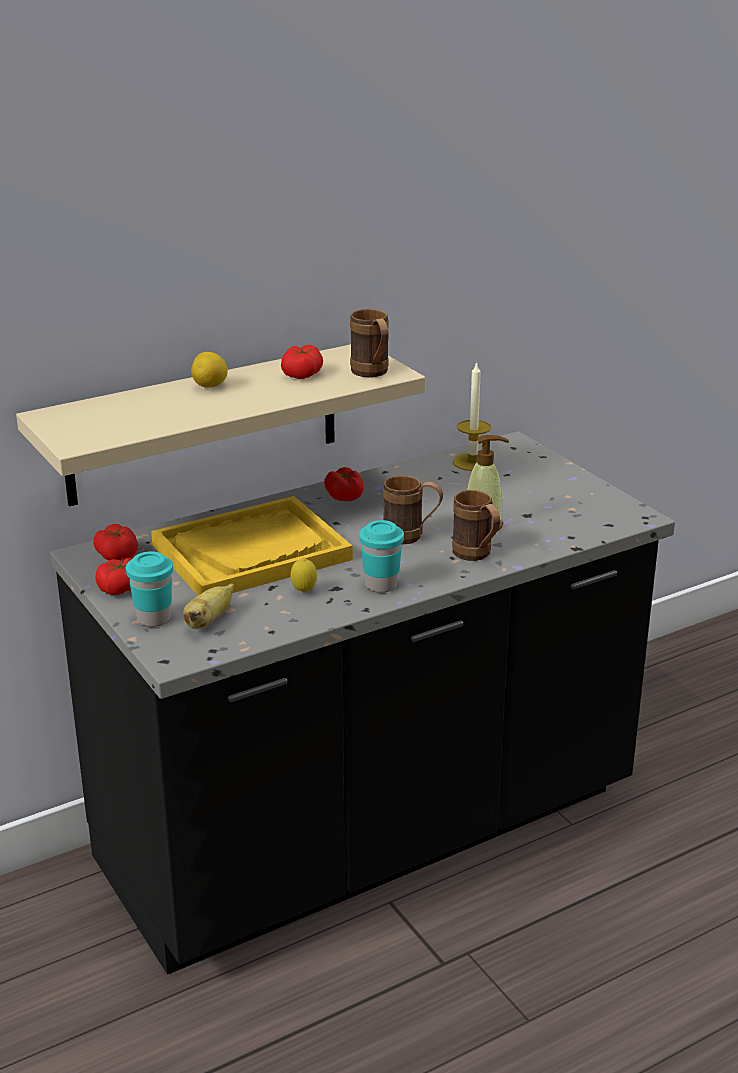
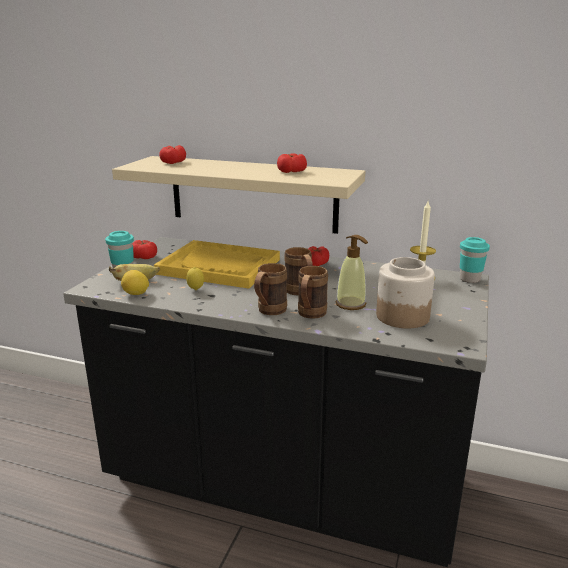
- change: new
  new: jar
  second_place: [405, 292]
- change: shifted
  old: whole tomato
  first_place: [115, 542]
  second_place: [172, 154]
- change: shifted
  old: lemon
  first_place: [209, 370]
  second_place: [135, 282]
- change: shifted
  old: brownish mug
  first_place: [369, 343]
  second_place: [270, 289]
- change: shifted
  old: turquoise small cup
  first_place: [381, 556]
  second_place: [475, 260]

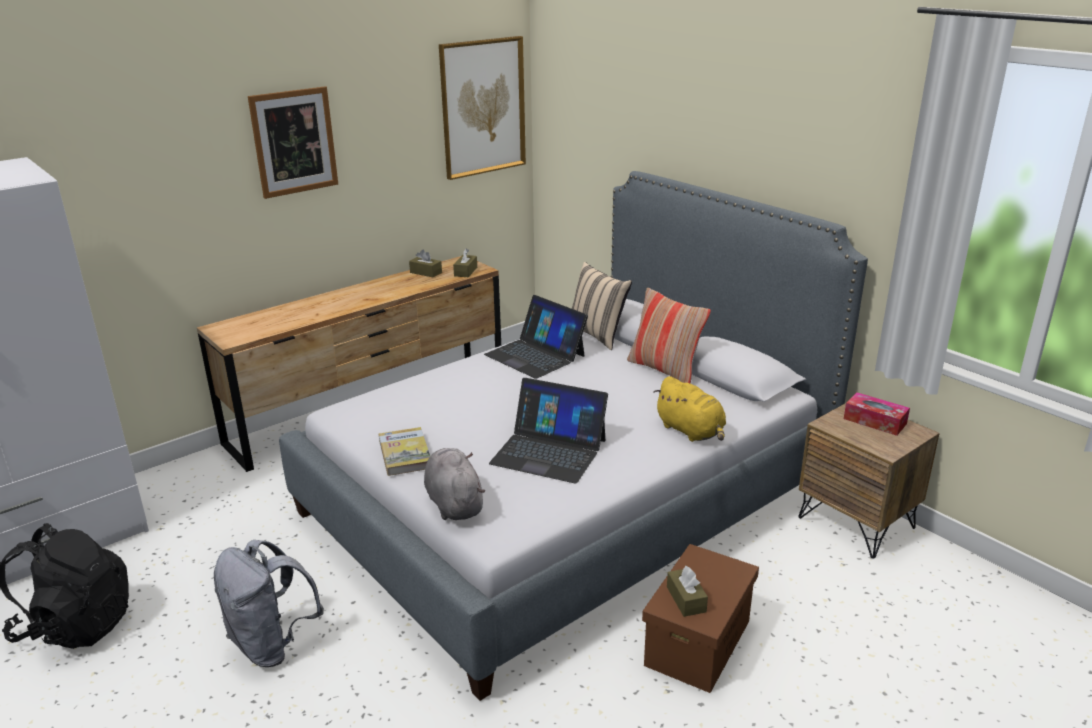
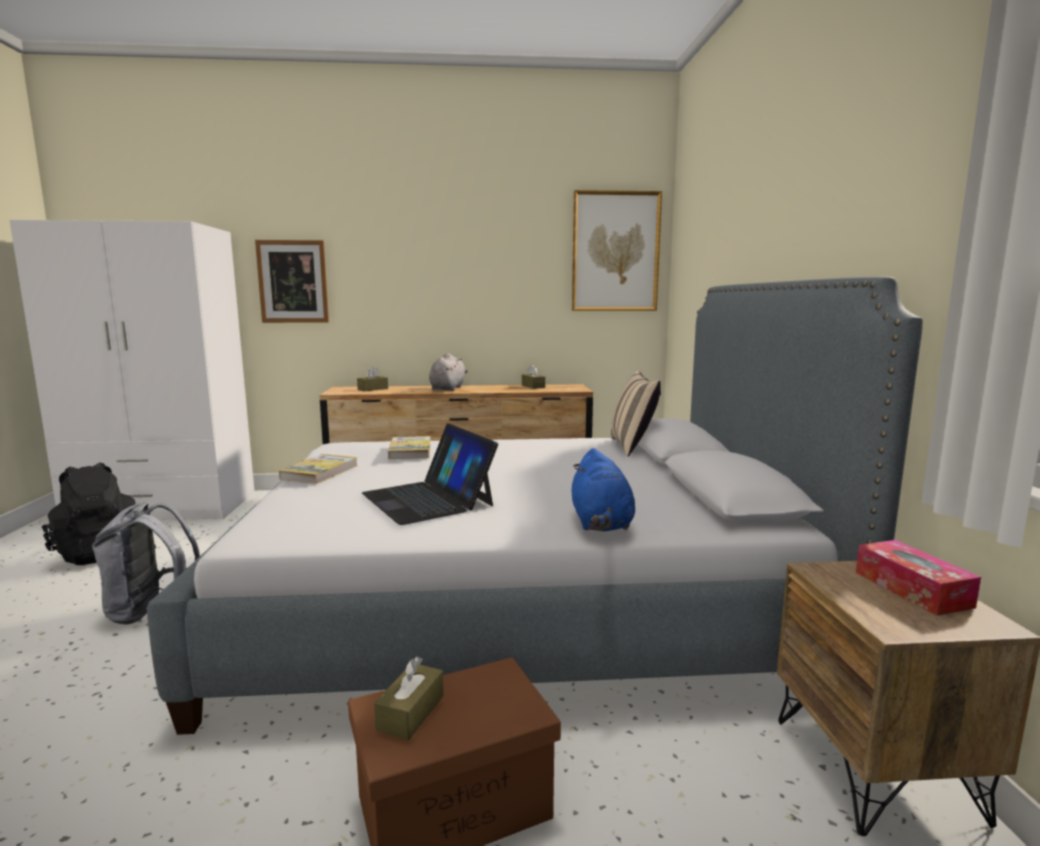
- change: gone
  old: notebook computer
  first_place: [536, 337]
- change: gone
  old: pillow
  first_place: [669, 336]
- change: new
  new: book
  second_place: [409, 447]
- change: shifted
  old: wall picture
  first_place: [293, 142]
  second_place: [292, 281]
- change: shifted
  old: greyish cuddly toy
  first_place: [454, 484]
  second_place: [448, 372]
- change: shifted
  old: brownish tissue holder
  first_place: [465, 263]
  second_place: [372, 379]
- change: repainted
  old: yellow-coloured cuddly toy
  new: blue cuddly toy
  first_place: [690, 409]
  second_place: [603, 489]

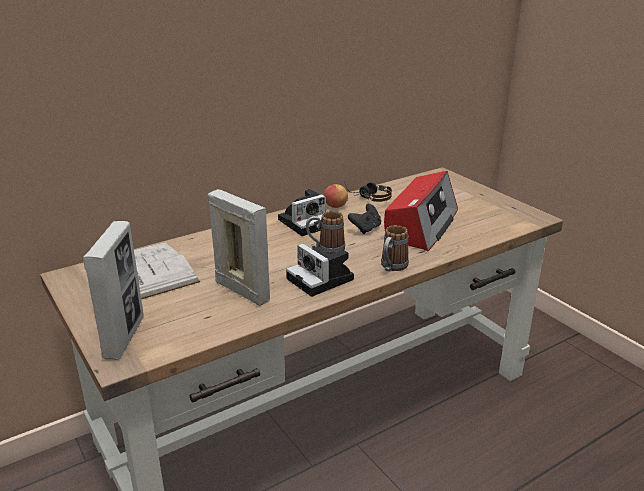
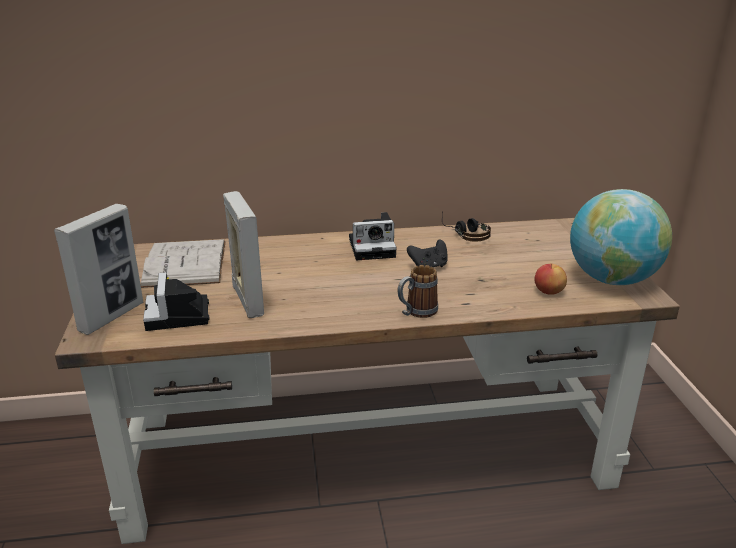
- change: gone
  old: mug
  first_place: [325, 232]
- change: gone
  old: radio
  first_place: [421, 211]
- change: new
  new: world globe
  second_place: [621, 237]
- change: shifted
  old: photo camera
  first_place: [320, 270]
  second_place: [176, 301]
- change: shifted
  old: apple
  first_place: [336, 196]
  second_place: [550, 279]

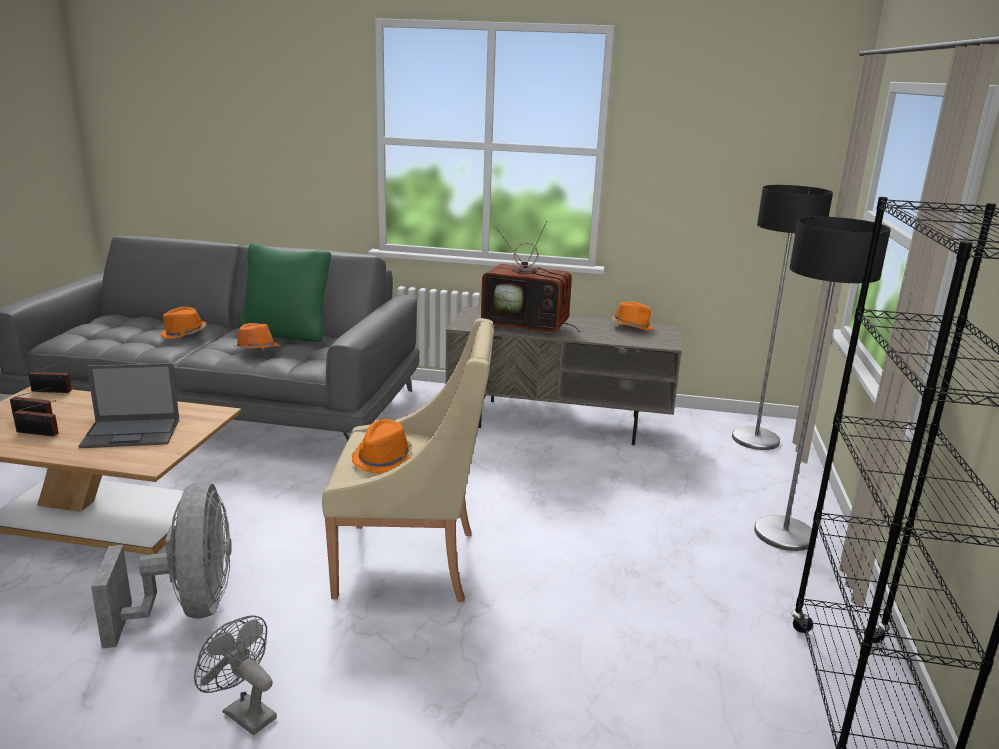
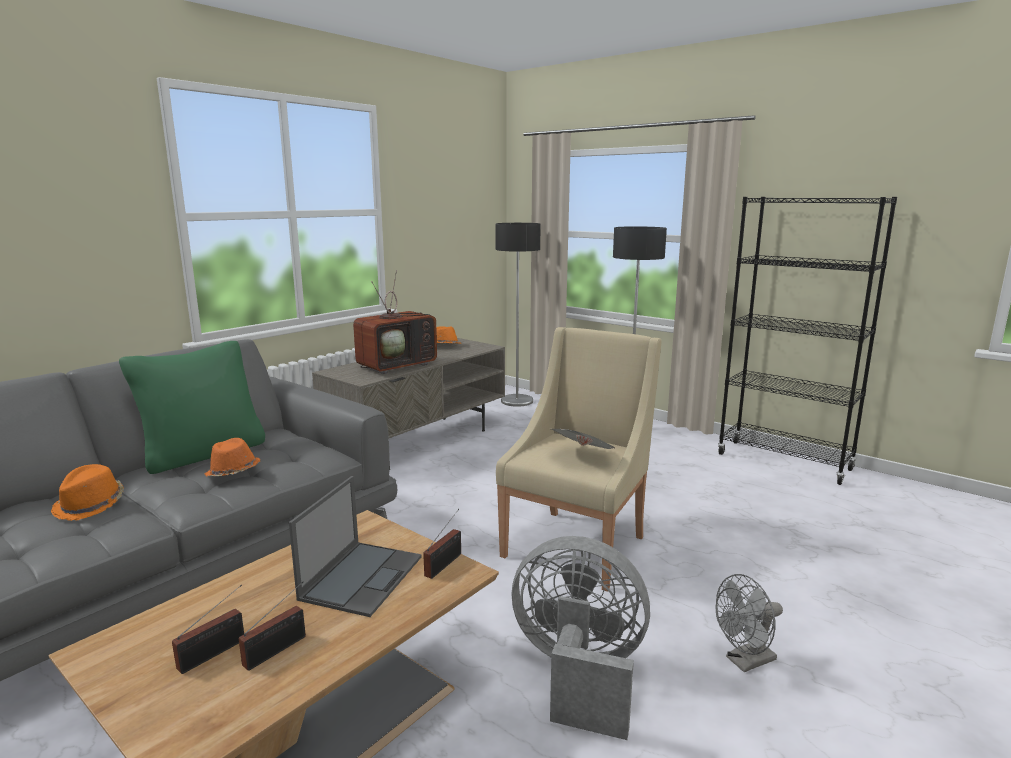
- change: shifted
  old: radio
  first_place: [50, 376]
  second_place: [442, 544]
- change: swapped
  old: orange-coloured wearable hat
  new: daily paper
  first_place: [382, 446]
  second_place: [583, 439]

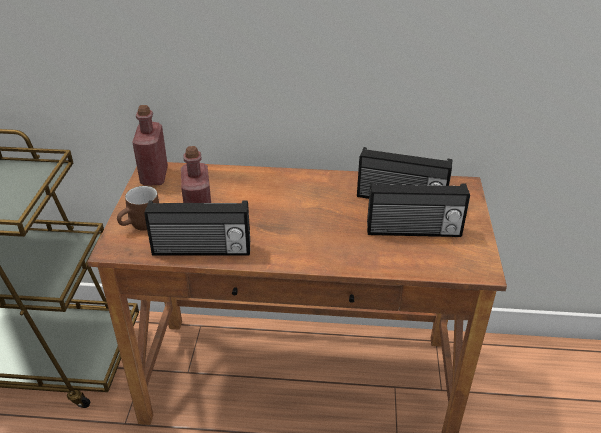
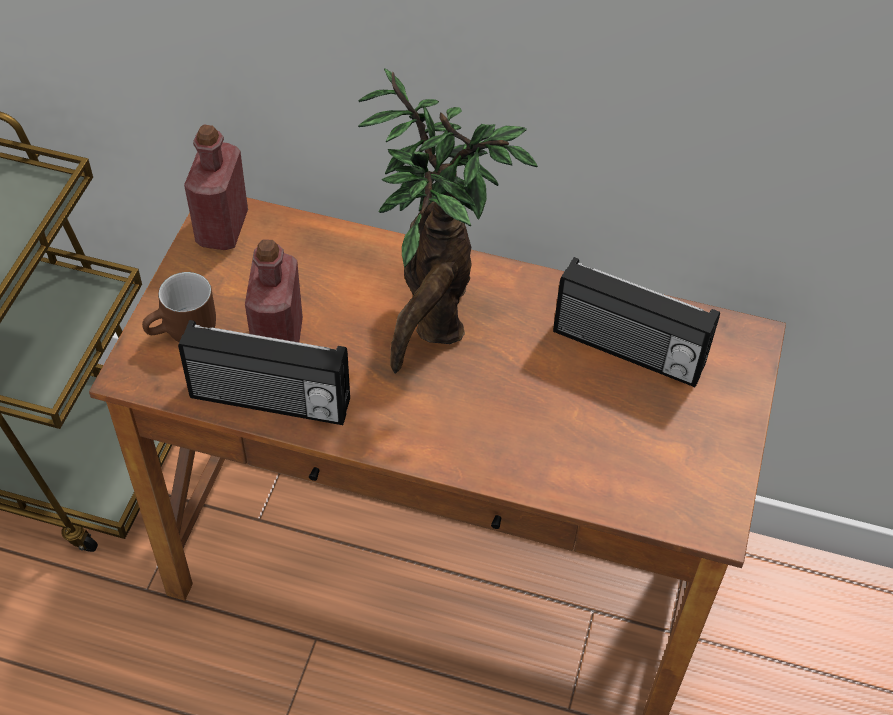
- change: gone
  old: radio
  first_place: [418, 209]
- change: new
  new: potted plant
  second_place: [448, 221]

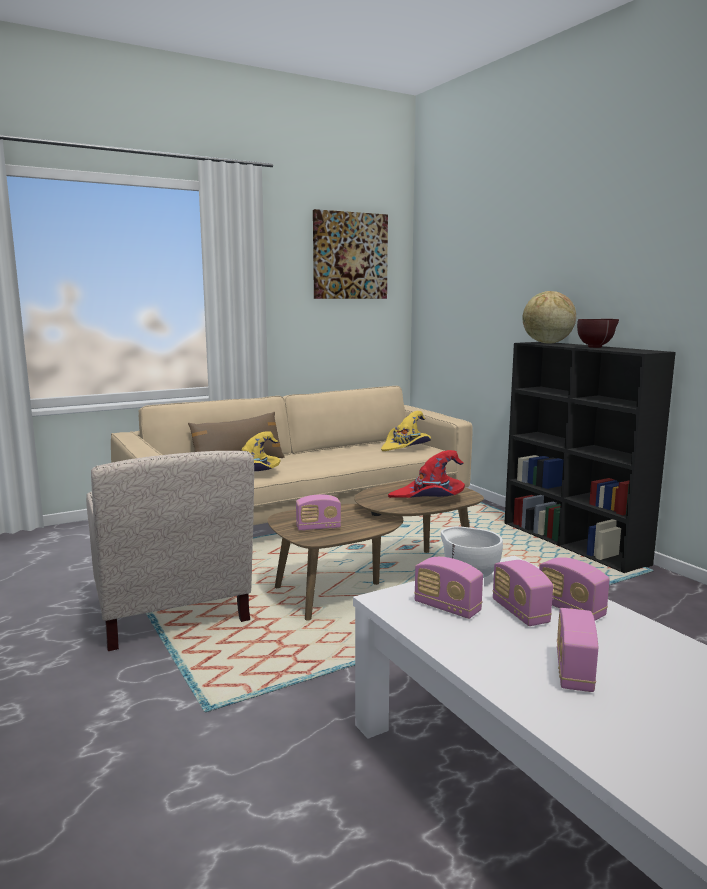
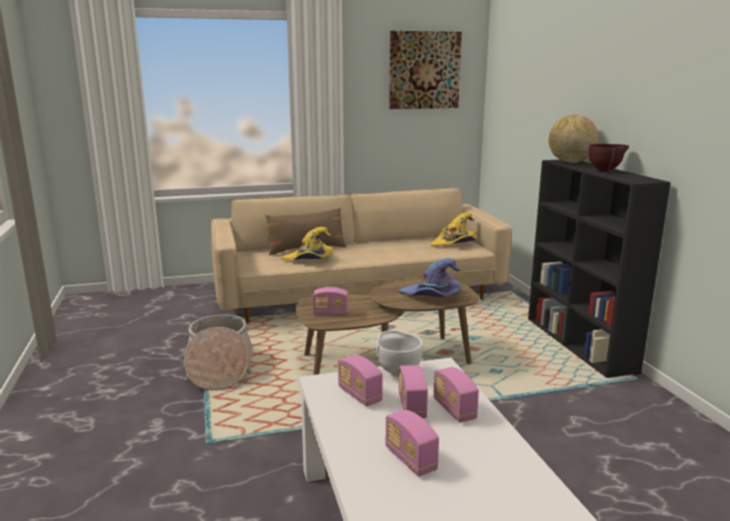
- change: swapped
  old: beige-coloured easy chair
  new: basket
  first_place: [170, 551]
  second_place: [218, 352]
- change: repainted
  old: reddish wearable hat
  new: purplish wearable hat
  first_place: [426, 474]
  second_place: [430, 277]
- change: rotated
  old: radio
  first_place: [577, 650]
  second_place: [412, 443]
  degrees: -60

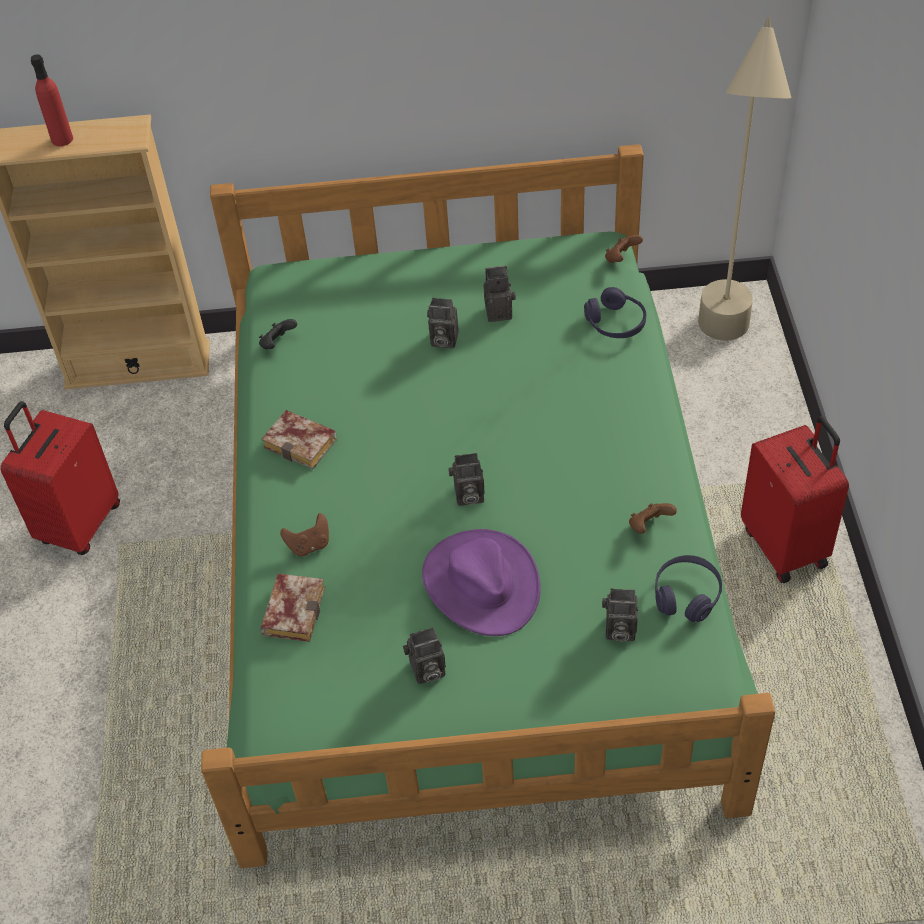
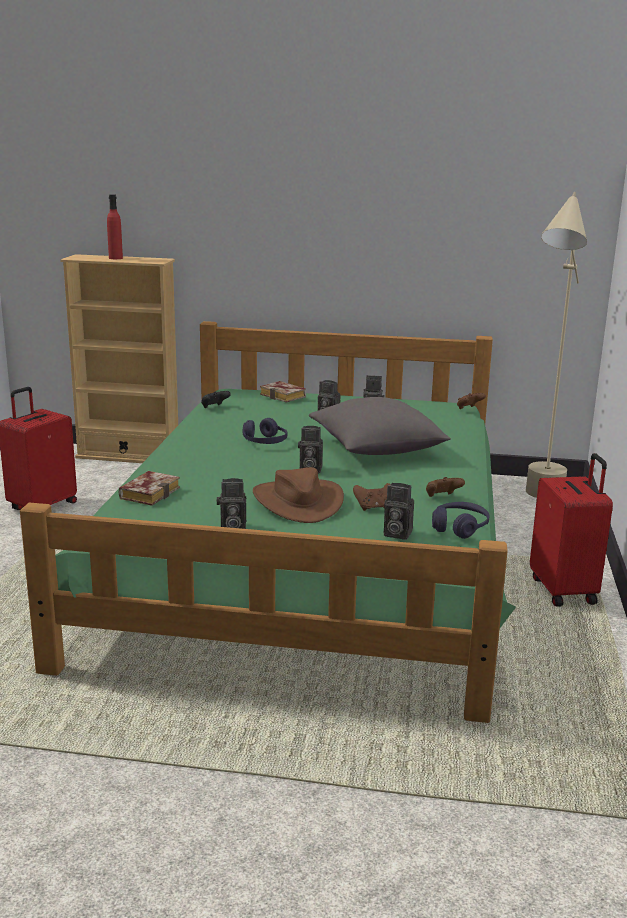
- change: new
  new: greyish pillow
  second_place: [380, 426]
- change: shifted
  old: book
  first_place: [299, 439]
  second_place: [283, 392]
- change: shifted
  old: brownish game controller
  first_place: [304, 534]
  second_place: [372, 497]
- change: shifted
  old: purplish headphones
  first_place: [615, 312]
  second_place: [265, 431]
- change: repainted
  old: purplish wearable hat
  new: brownish wearable hat
  first_place: [481, 582]
  second_place: [298, 495]

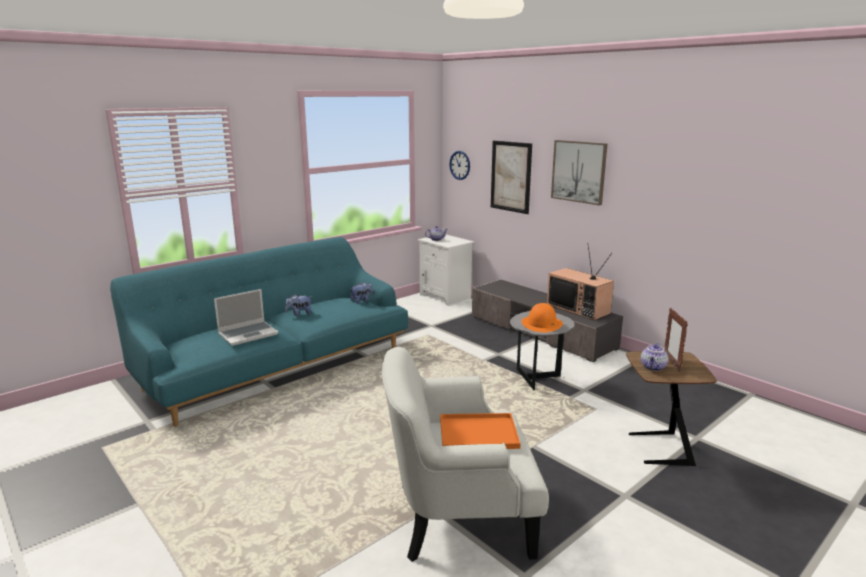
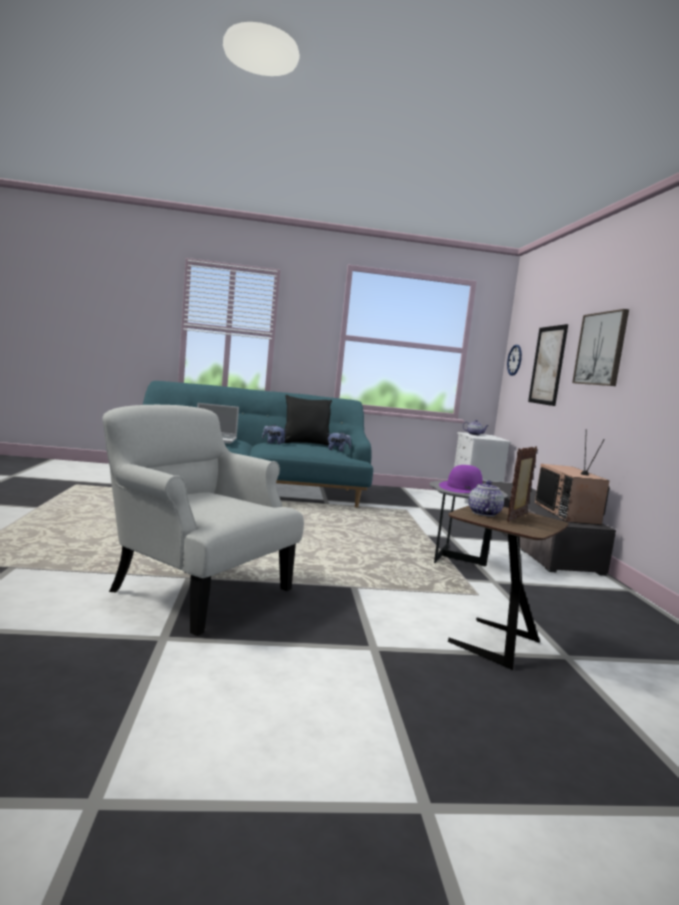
- change: gone
  old: orange-coloured tray
  first_place: [480, 431]
- change: new
  new: blackish pillow
  second_place: [308, 420]
- change: repainted
  old: orange-coloured wearable hat
  new: purplish wearable hat
  first_place: [542, 317]
  second_place: [461, 479]
- change: rotated
  old: teapot
  first_place: [654, 357]
  second_place: [486, 498]
  degrees: 120

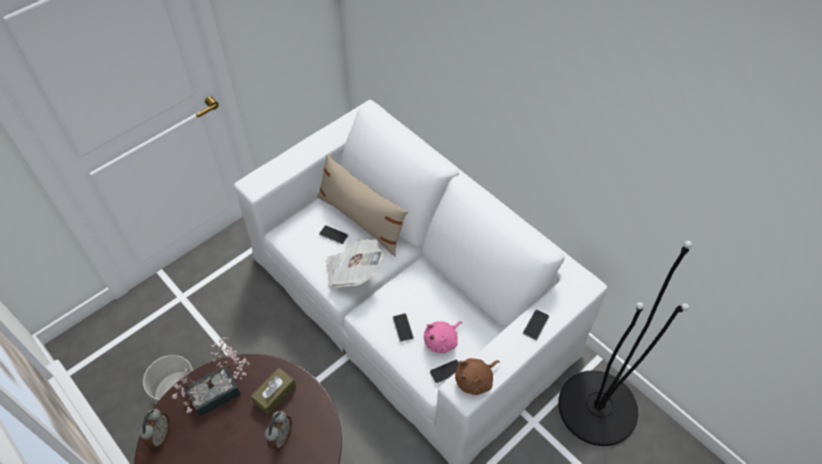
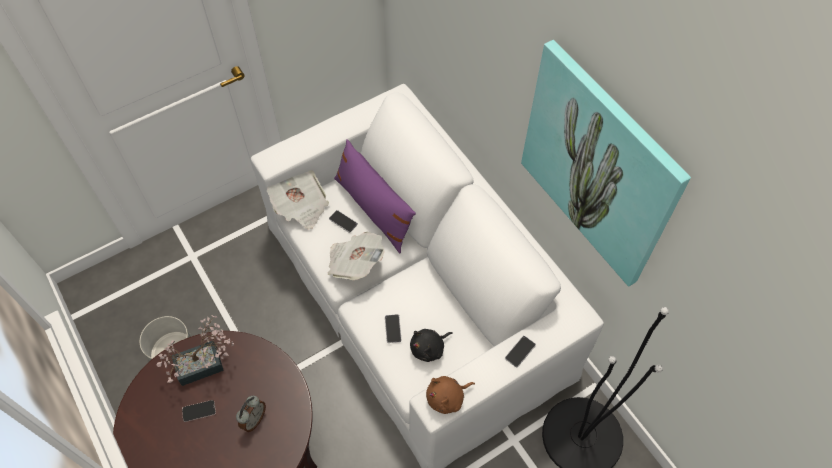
- change: gone
  old: alarm clock
  first_place: [154, 428]
- change: gone
  old: brownish tissue holder
  first_place: [273, 391]
- change: new
  new: daily paper
  second_place: [298, 199]
- change: new
  new: wall picture
  second_place: [606, 163]
- change: shifted
  old: telephone
  first_place: [445, 371]
  second_place: [199, 411]
- change: repainted
  old: beige-coloured pillow
  new: purplish pillow
  first_place: [362, 205]
  second_place: [375, 196]
- change: repainted
  old: pink-coloured cuddly toy
  new: blackish cuddly toy
  first_place: [443, 337]
  second_place: [431, 345]

